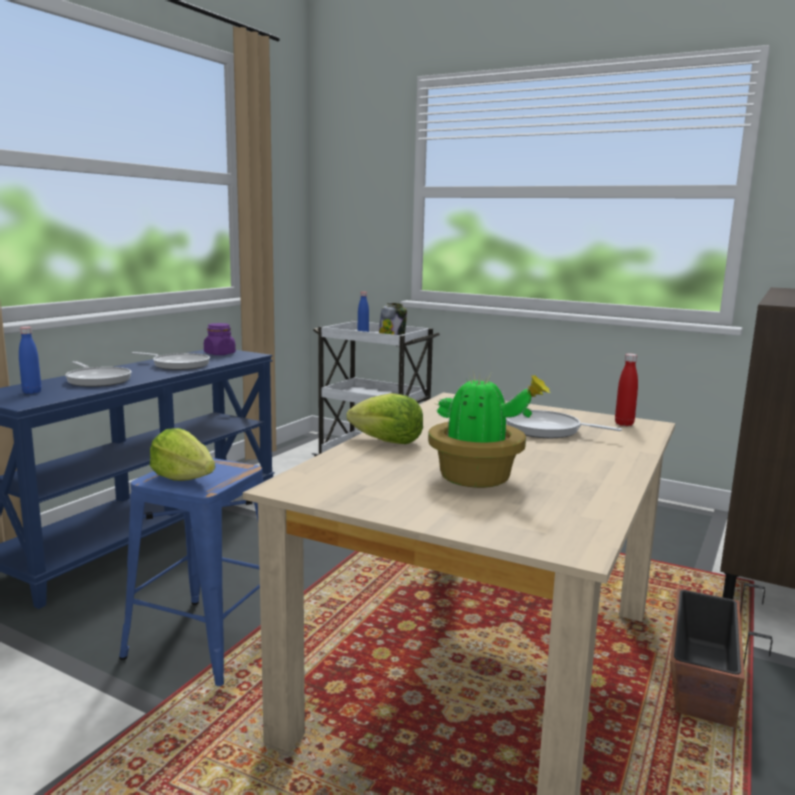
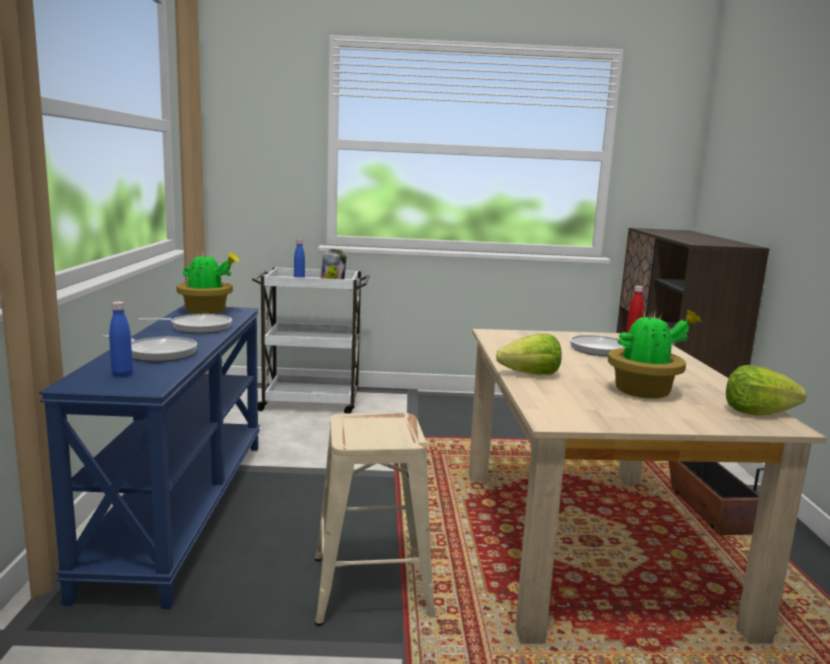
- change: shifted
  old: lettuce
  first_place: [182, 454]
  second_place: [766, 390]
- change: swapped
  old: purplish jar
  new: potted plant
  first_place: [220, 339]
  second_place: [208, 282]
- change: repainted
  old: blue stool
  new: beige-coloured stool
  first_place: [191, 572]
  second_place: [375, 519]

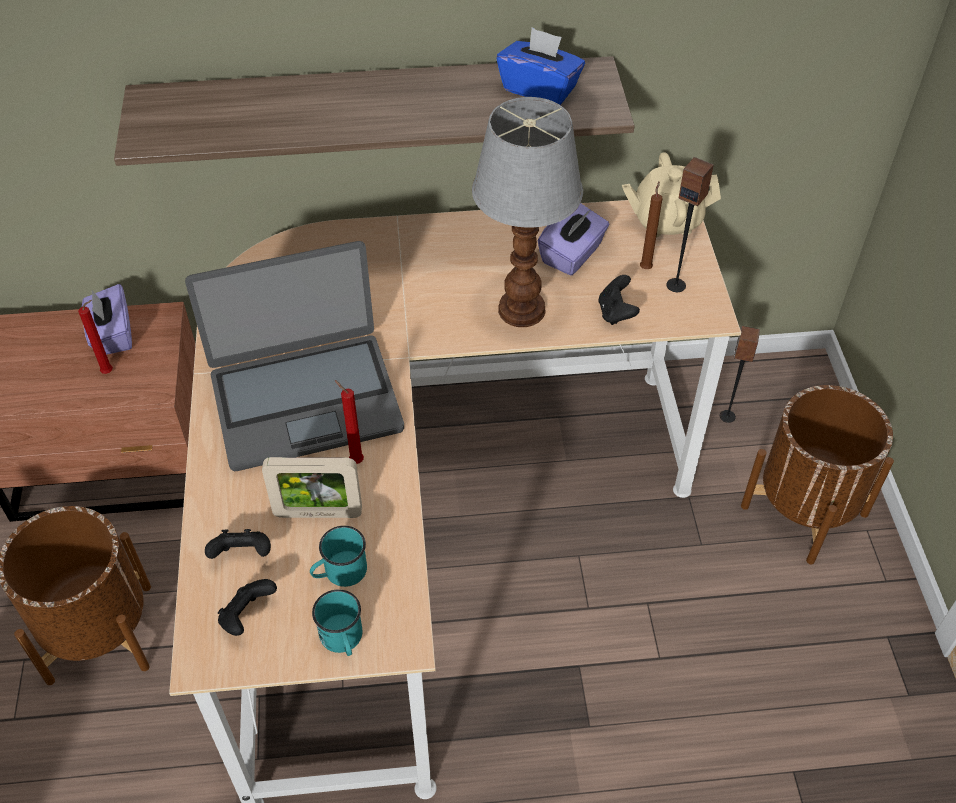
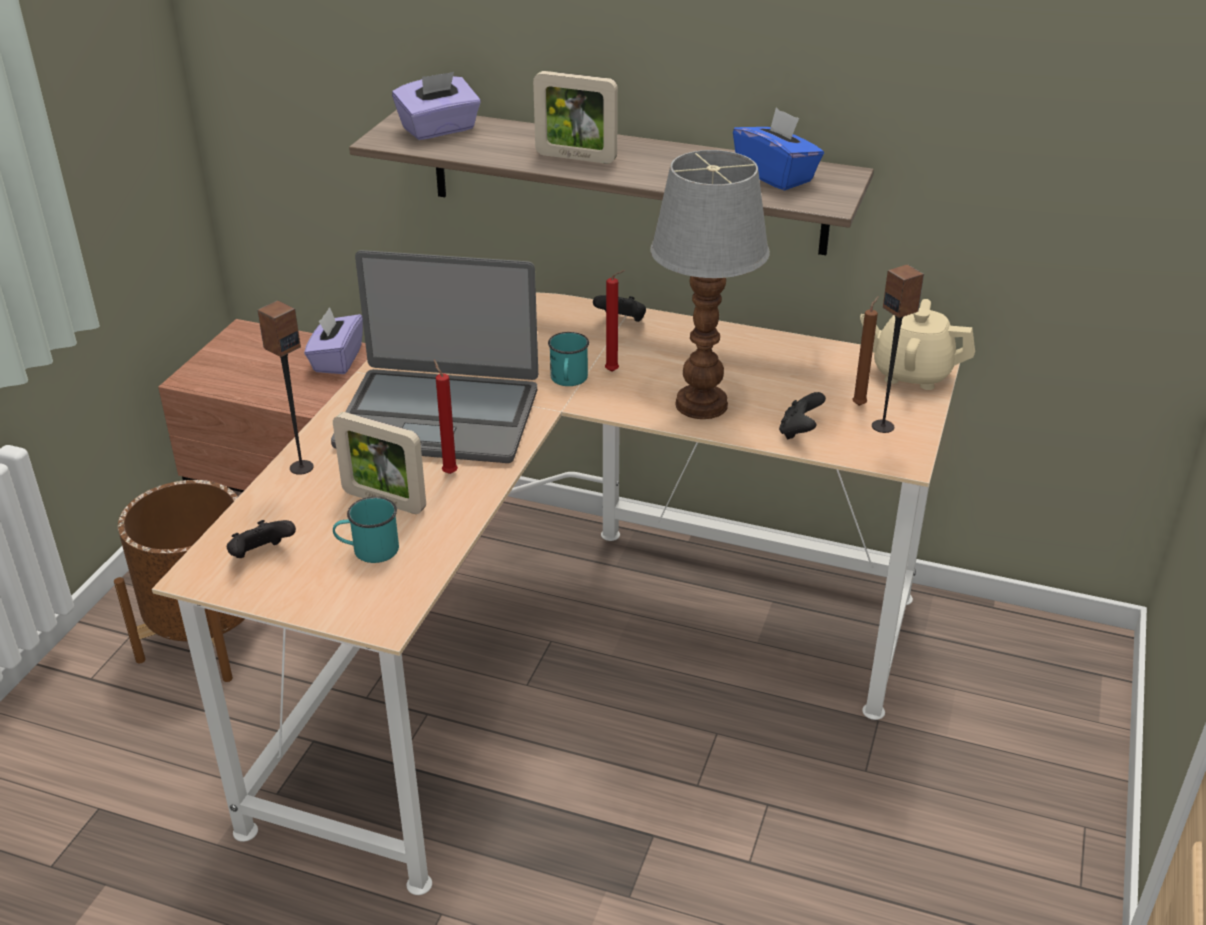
- change: gone
  old: brownish flower pot
  first_place: [817, 475]
- change: new
  new: picture frame
  second_place: [575, 117]
- change: shifted
  old: reddish wax light
  first_place: [95, 337]
  second_place: [615, 321]
- change: shifted
  old: blackish game controller
  first_place: [238, 544]
  second_place: [619, 308]
- change: shifted
  old: turquoise mug
  first_place: [337, 622]
  second_place: [568, 359]
- change: shifted
  old: purplish tissue holder
  first_place: [573, 239]
  second_place: [436, 106]
- change: shifted
  old: speaker
  first_place: [740, 374]
  second_place: [285, 387]

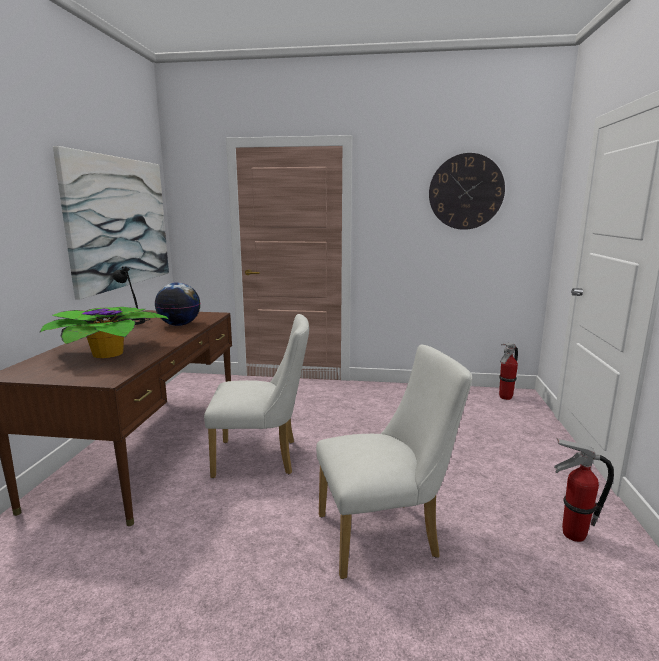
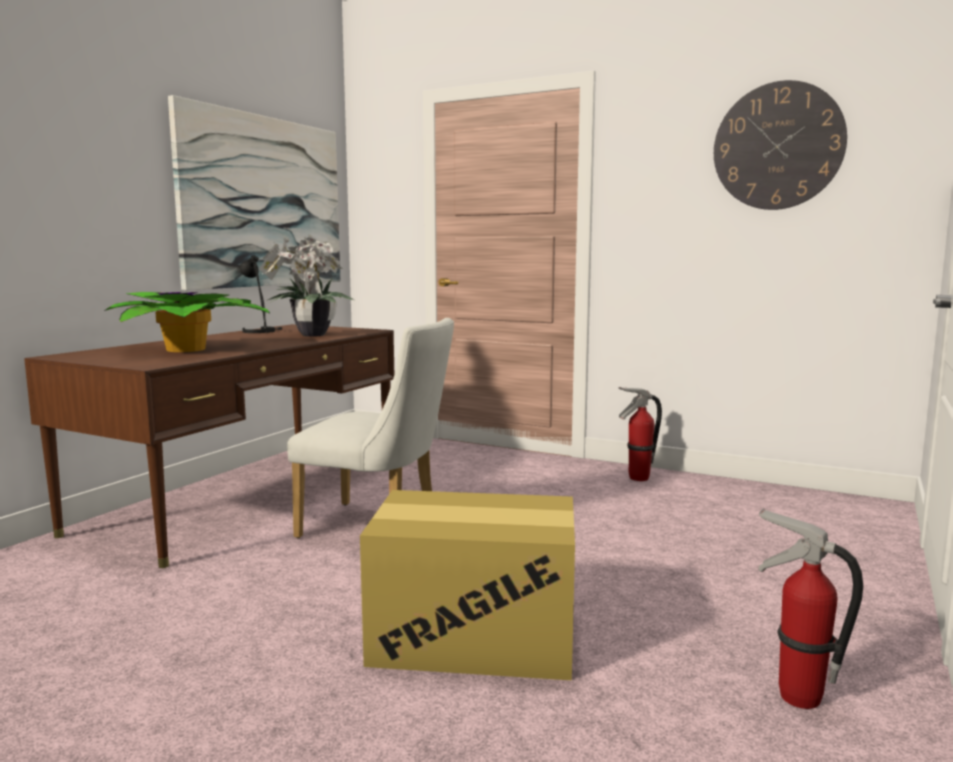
- change: shifted
  old: fire extinguisher
  first_place: [508, 371]
  second_place: [640, 434]
- change: swapped
  old: world globe
  new: potted plant
  first_place: [177, 304]
  second_place: [306, 286]
- change: swapped
  old: white-coloured plain chair
  new: packing box
  first_place: [394, 461]
  second_place: [467, 585]

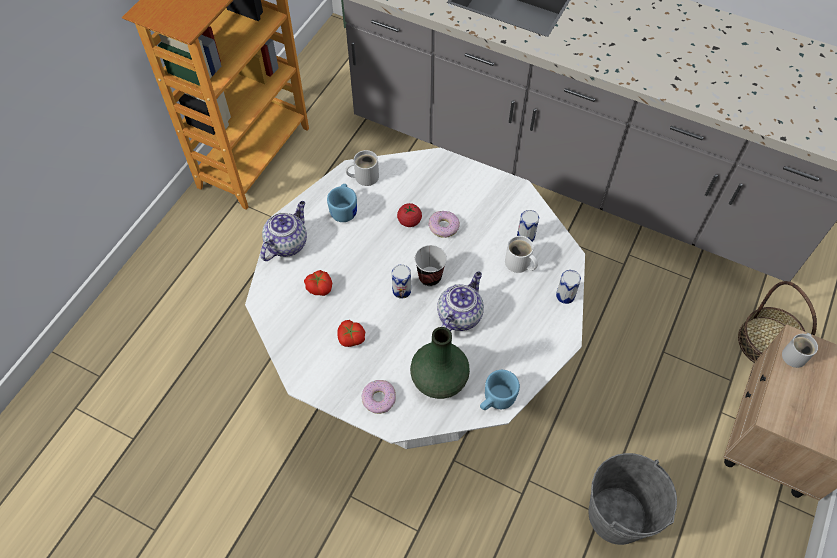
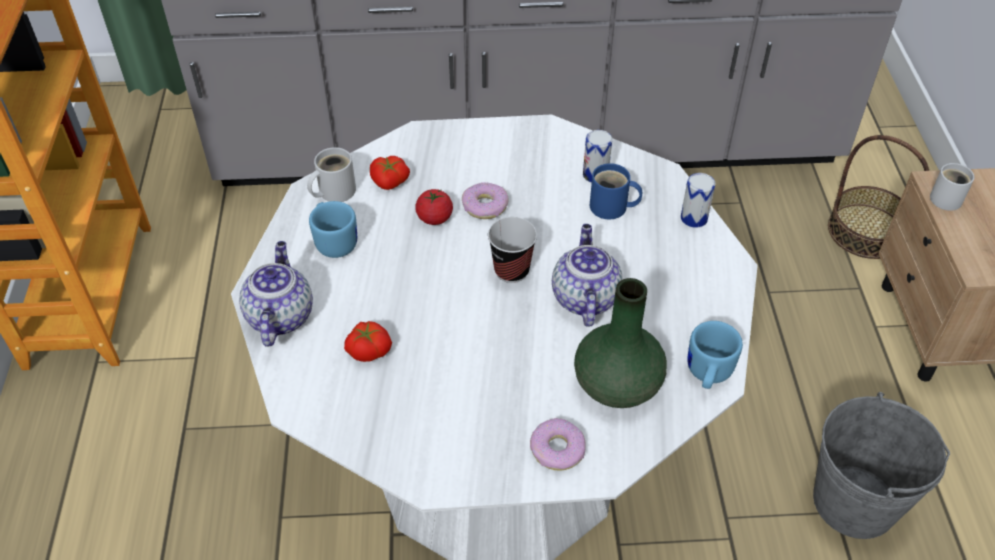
- change: gone
  old: sealed can
  first_place: [401, 281]
- change: shifted
  old: whole tomato
  first_place: [351, 333]
  second_place: [390, 173]
- change: repainted
  old: white-coloured mug
  new: blue mug
  first_place: [521, 254]
  second_place: [615, 191]

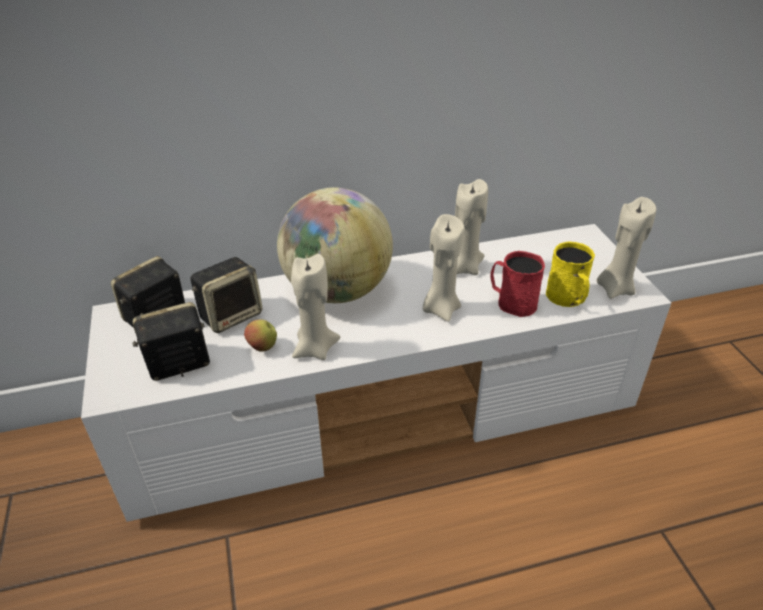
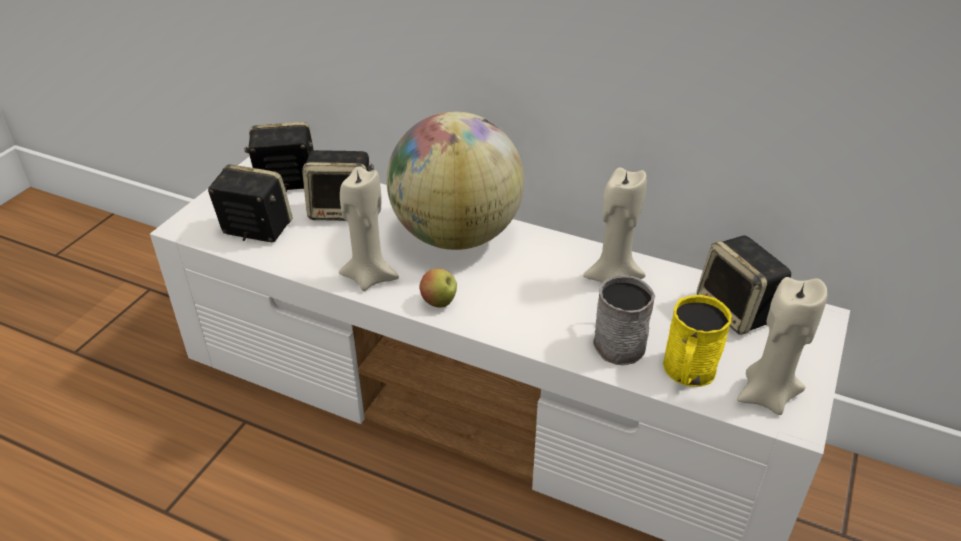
- change: gone
  old: beige-coloured wax light
  first_place: [444, 268]
- change: new
  new: speaker
  second_place: [744, 285]
- change: shifted
  old: apple
  first_place: [260, 335]
  second_place: [438, 288]
- change: repainted
  old: reddish mug
  new: greyish mug
  first_place: [517, 284]
  second_place: [624, 320]

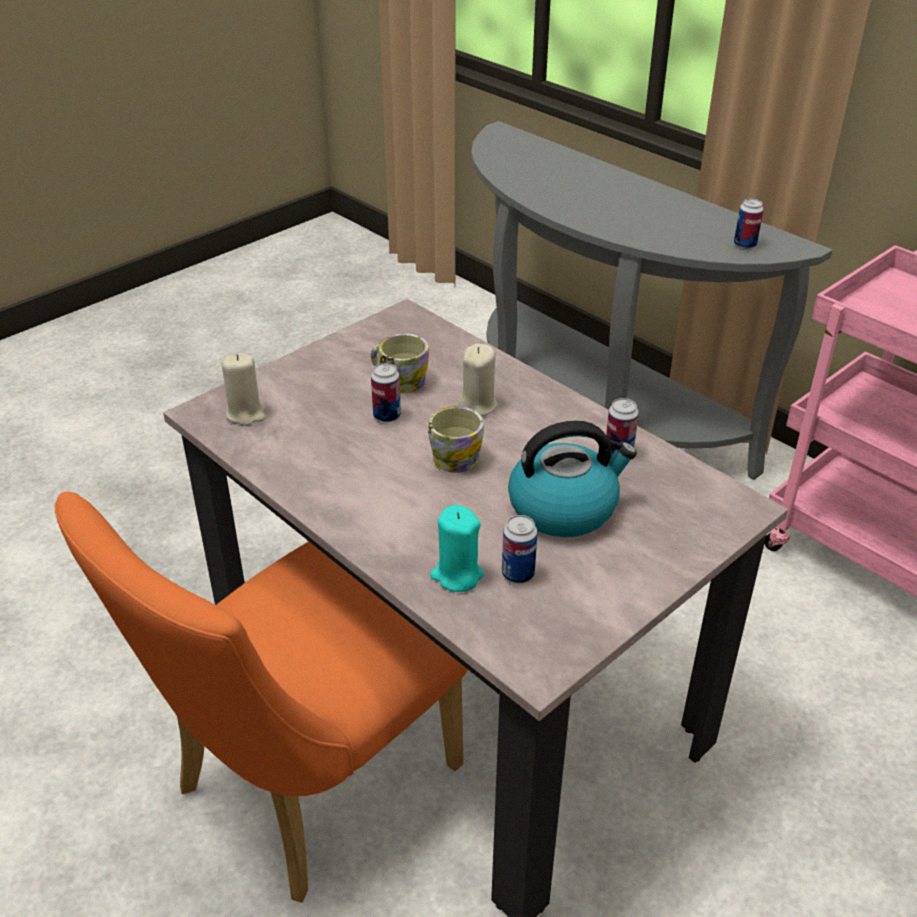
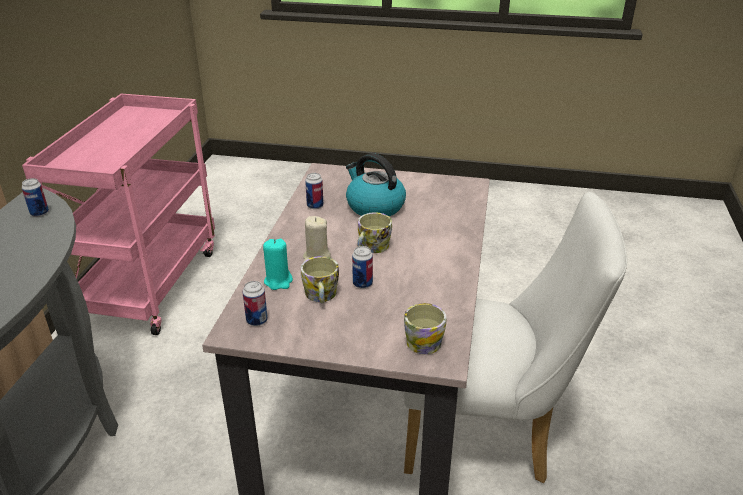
- change: shifted
  old: turquoise wax light
  first_place: [457, 548]
  second_place: [278, 264]
- change: shifted
  old: sealed can
  first_place: [519, 549]
  second_place: [255, 303]
- change: swapped
  old: beige-coloured wax light
  new: mug
  first_place: [244, 389]
  second_place: [425, 329]
- change: repainted
  old: orange-coloured plain chair
  new: white-coloured plain chair
  first_place: [261, 697]
  second_place: [515, 337]

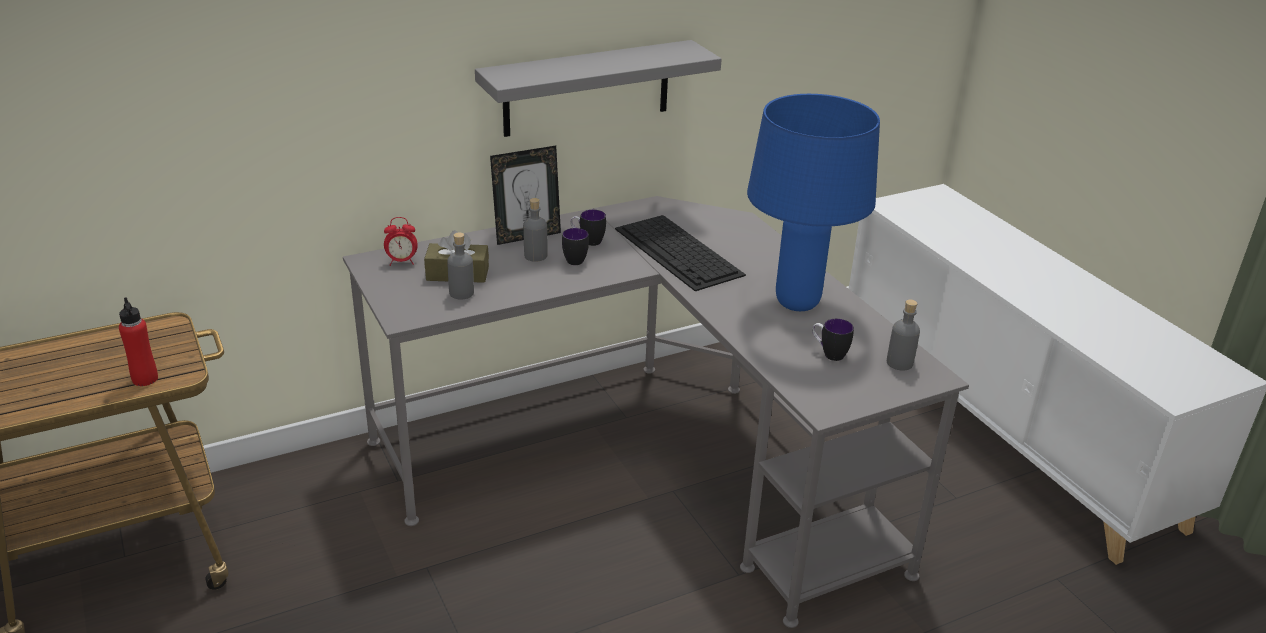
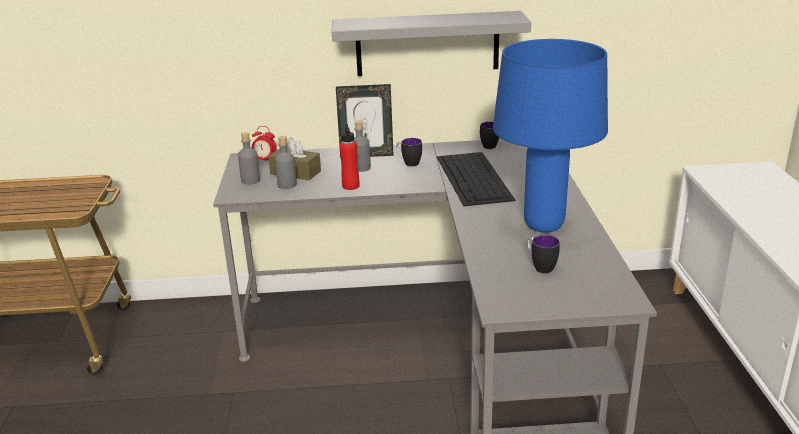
- change: shifted
  old: reddish beverage bottle
  first_place: [138, 341]
  second_place: [349, 157]
- change: shifted
  old: mug
  first_place: [575, 246]
  second_place: [489, 135]
- change: shifted
  old: greyish beverage bottle
  first_place: [903, 335]
  second_place: [249, 158]

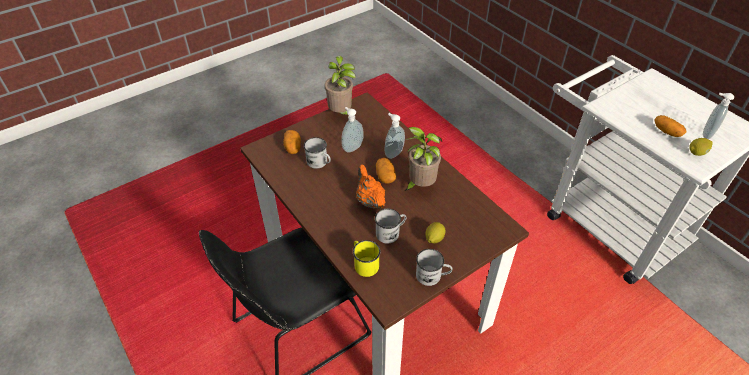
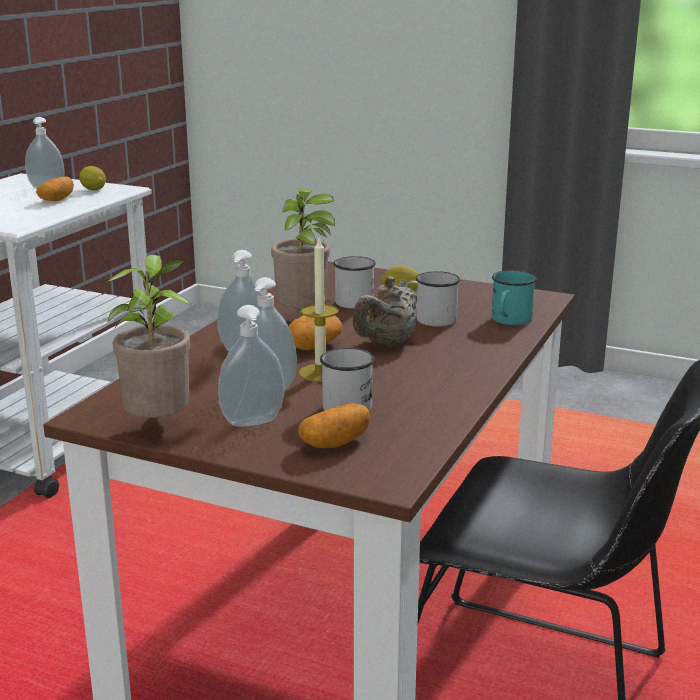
- change: new
  new: liquid soap bottle
  second_place: [251, 366]
- change: new
  new: wax light
  second_place: [319, 310]
- change: shifted
  old: white-coloured mug
  first_place: [434, 267]
  second_place: [354, 282]
- change: repainted
  old: yellow-coloured mug
  new: turquoise mug
  first_place: [366, 258]
  second_place: [514, 297]
- change: repainted
  old: orange-coloured teapot
  new: beige-coloured teapot
  first_place: [370, 187]
  second_place: [385, 311]

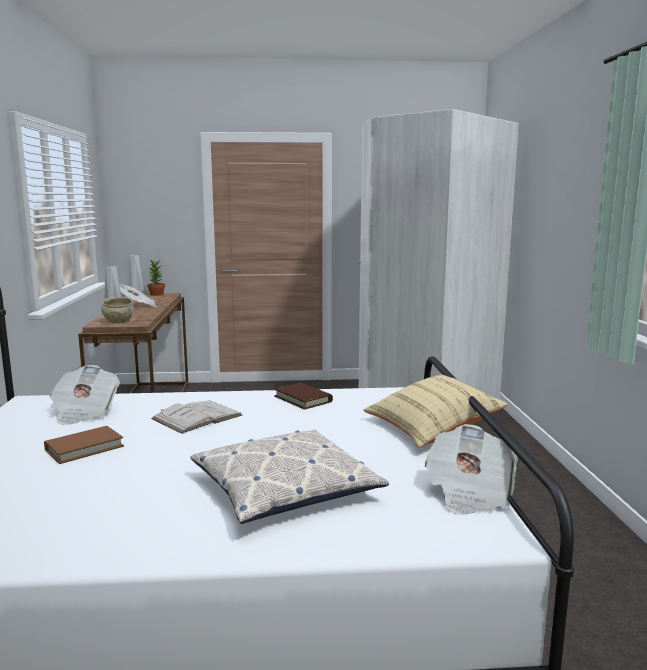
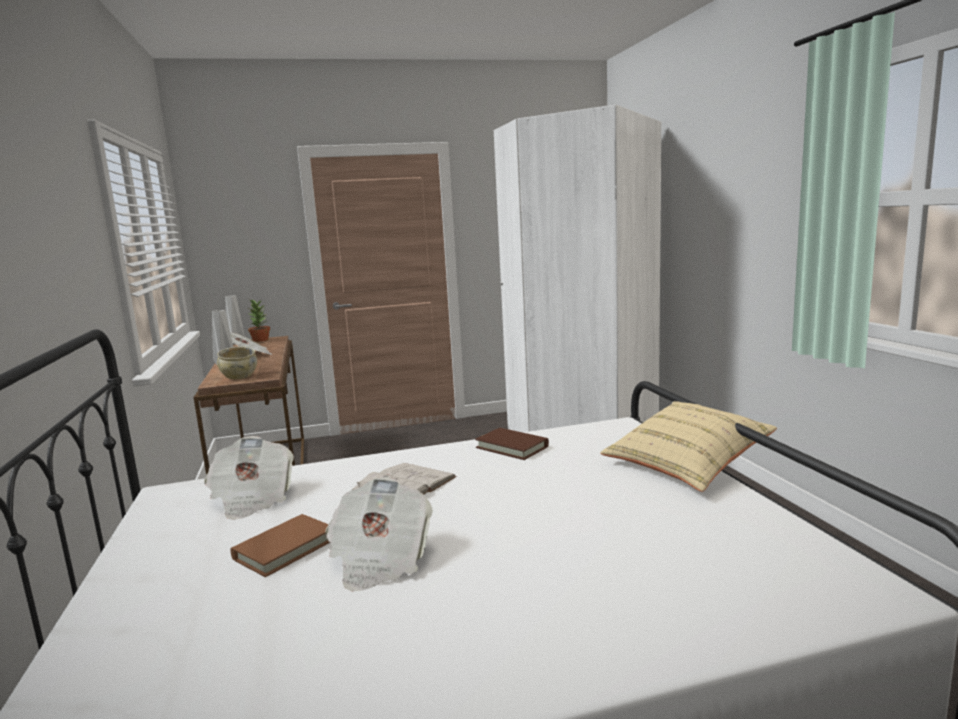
- change: gone
  old: pillow
  first_place: [289, 477]
- change: shifted
  old: daily paper
  first_place: [471, 469]
  second_place: [379, 534]

